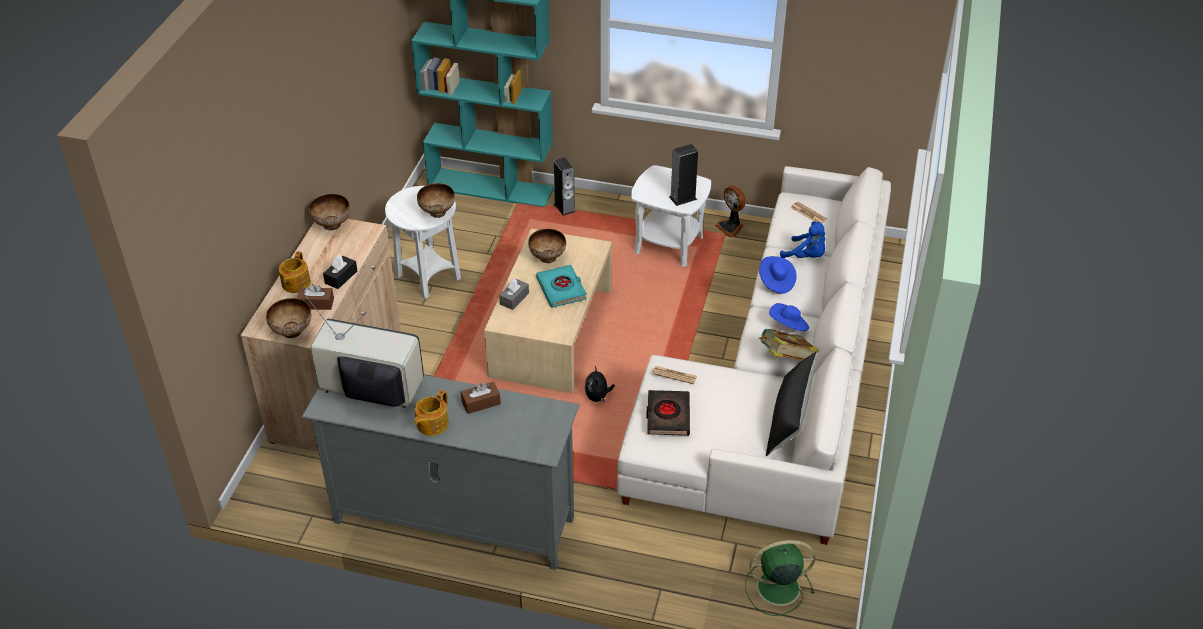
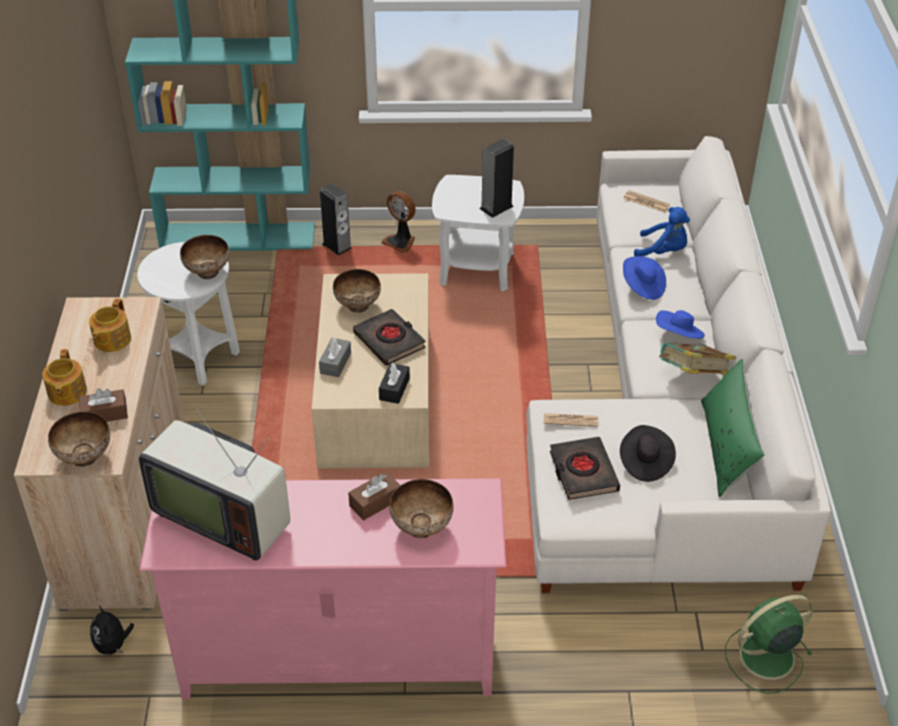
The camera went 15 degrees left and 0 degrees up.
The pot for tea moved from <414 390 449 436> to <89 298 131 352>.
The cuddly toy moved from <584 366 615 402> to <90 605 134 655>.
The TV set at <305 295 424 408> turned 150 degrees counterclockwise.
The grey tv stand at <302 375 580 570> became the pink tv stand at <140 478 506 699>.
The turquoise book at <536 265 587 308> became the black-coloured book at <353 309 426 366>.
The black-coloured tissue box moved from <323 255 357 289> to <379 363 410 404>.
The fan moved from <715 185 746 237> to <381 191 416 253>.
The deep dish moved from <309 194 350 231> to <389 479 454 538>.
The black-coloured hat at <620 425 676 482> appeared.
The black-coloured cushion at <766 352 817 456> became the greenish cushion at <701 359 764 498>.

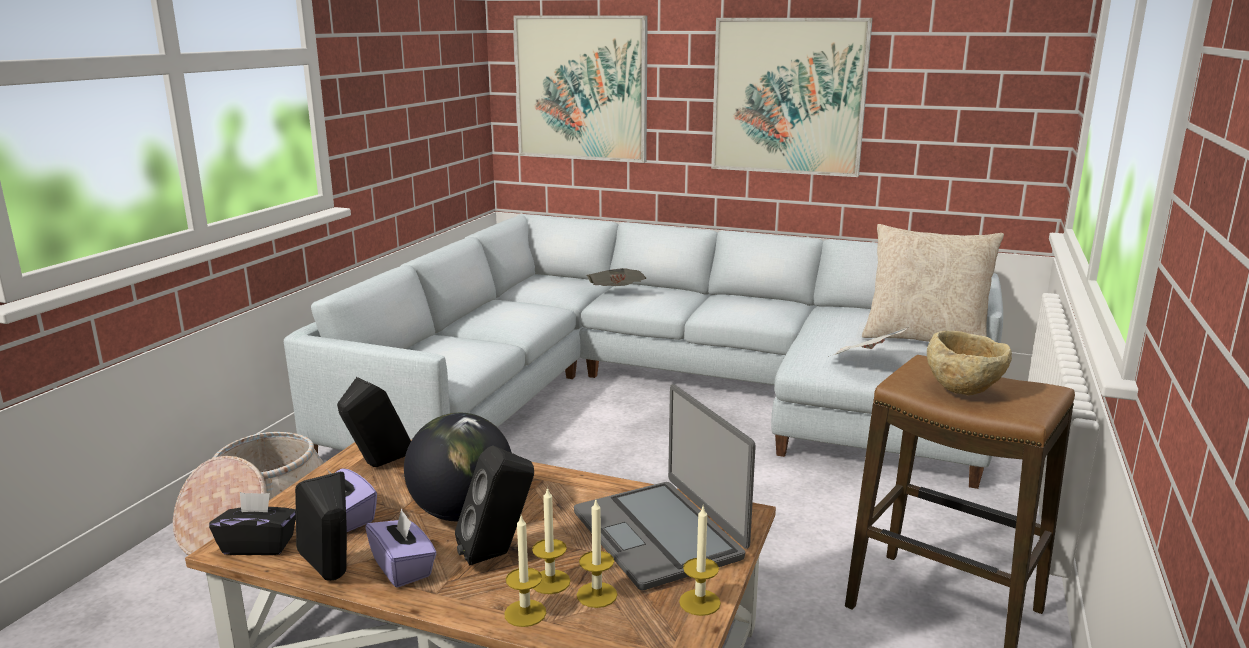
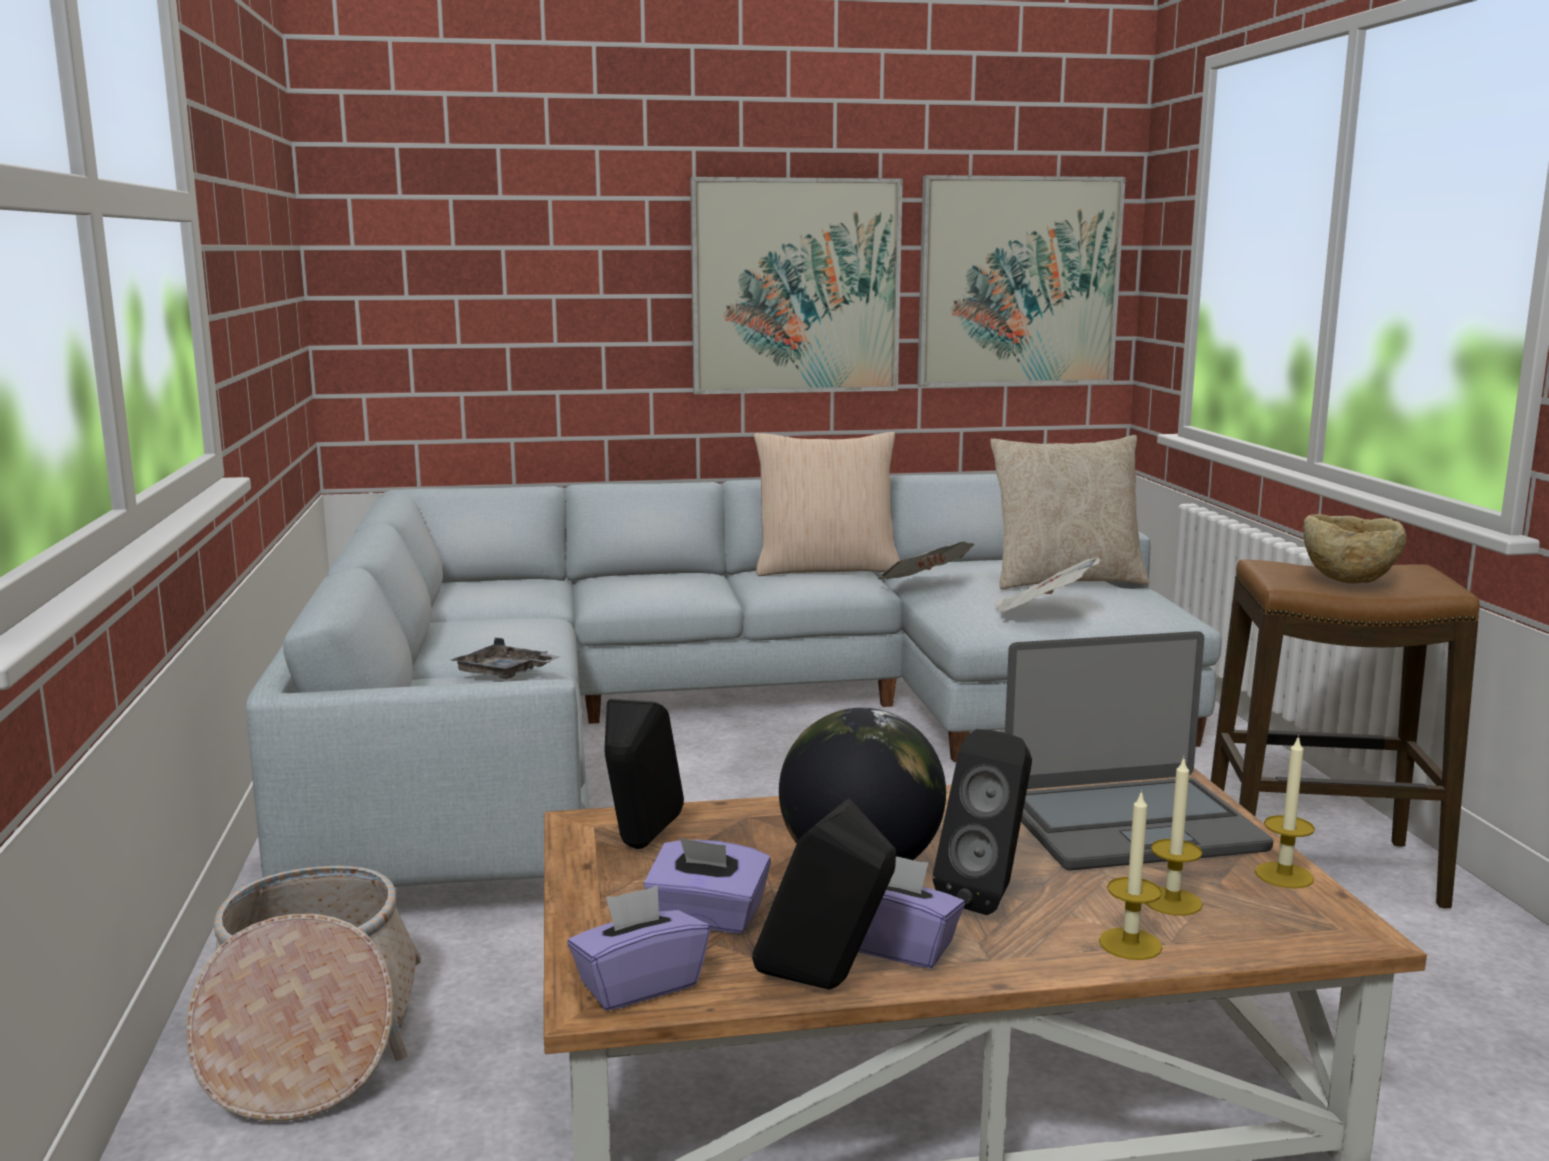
The camera went 30 degrees left and 5 degrees down.
The grey carrying tray at <451 638 560 679> appeared.
The black-coloured tissue box at <209 492 296 555> became the purple-coloured tissue box at <568 885 710 1011>.
The sand-coloured cushion at <754 432 900 576> appeared.
The daily paper moved from <586 268 646 286> to <878 542 974 579>.
The picture moved from <513 15 648 163> to <917 175 1126 387>.
The notebook computer at <574 384 756 590> turned 45 degrees counterclockwise.
The candle at <532 487 571 594> disappeared.

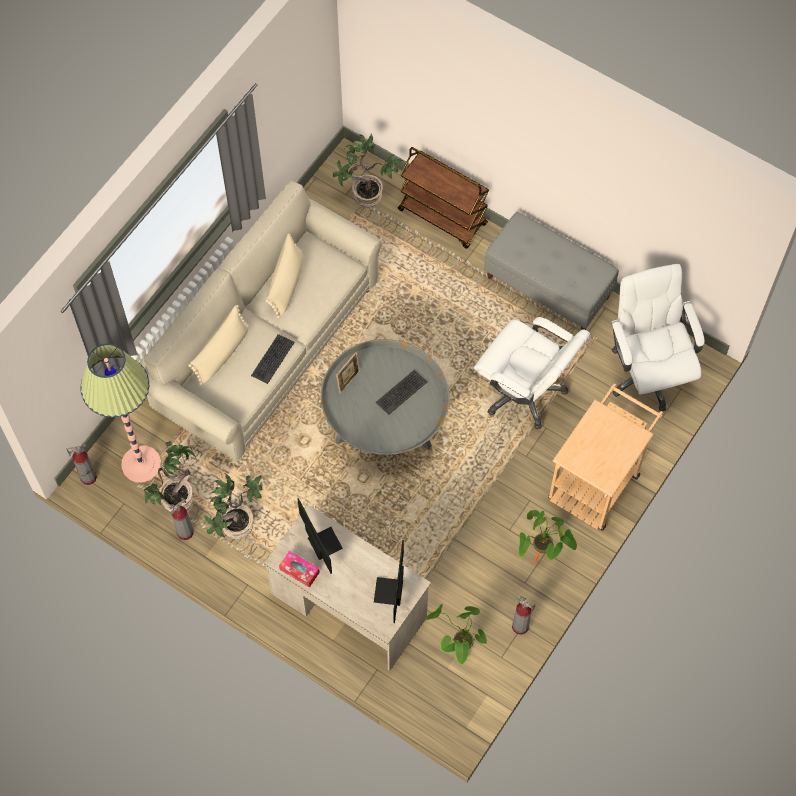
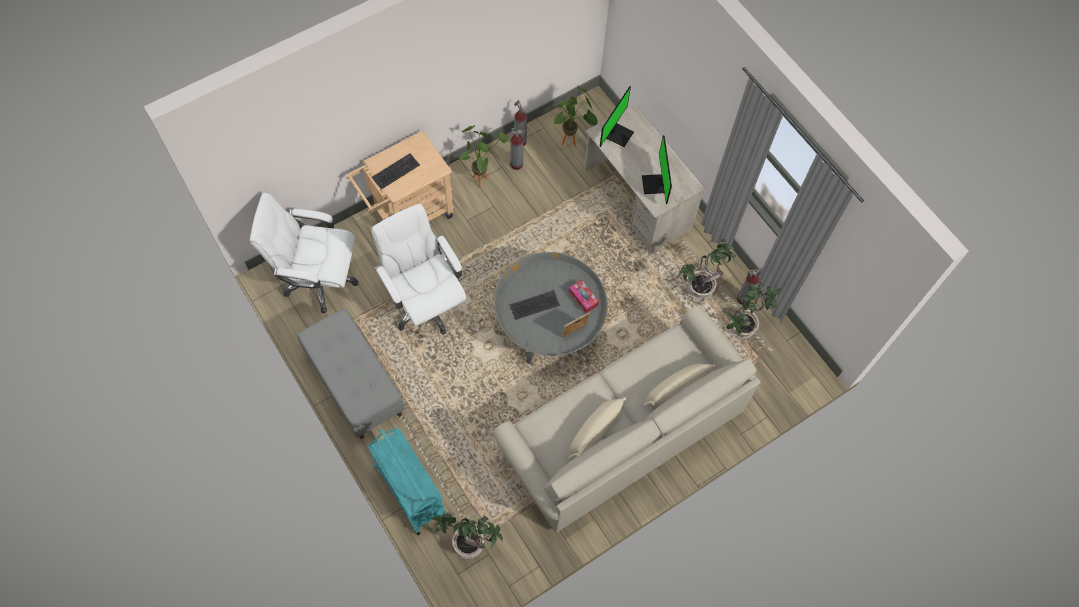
The camera went 160 degrees left and 0 degrees up.
The white computer chair at <611 264 705 411> turned 90 degrees clockwise.
The brownish cart at <398 147 489 249> became the turquoise cart at <368 428 446 535>.
The keyboard moved from <251 334 295 384> to <372 153 420 190>.
The fire extinguisher moved from <66 444 97 485> to <509 128 525 170>.
The tissue box moved from <279 551 320 588> to <569 279 599 313>.
The standard lamp at <81 344 161 483> disappeared.

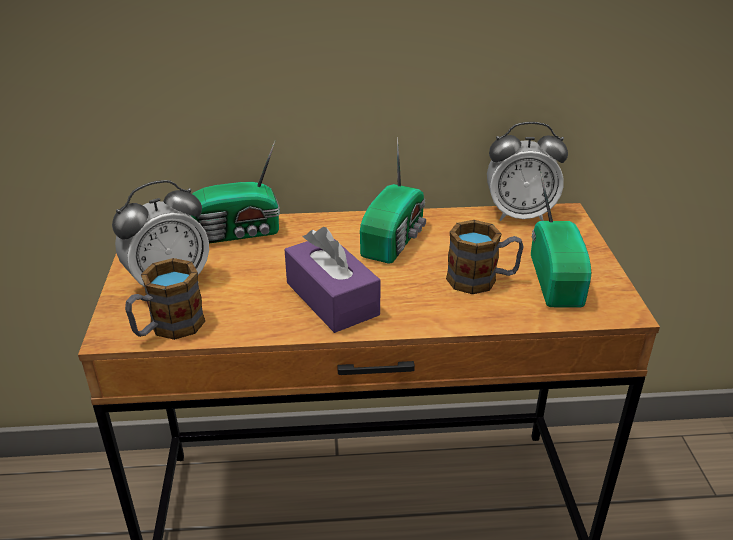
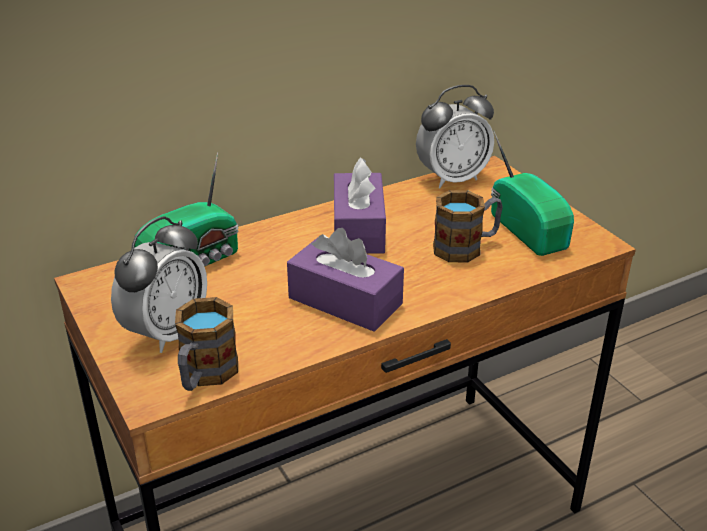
The camera went 25 degrees left and 0 degrees up.
The radio receiver at <360 137 426 264> was replaced by the purple-coloured tissue box at <334 158 386 254>.

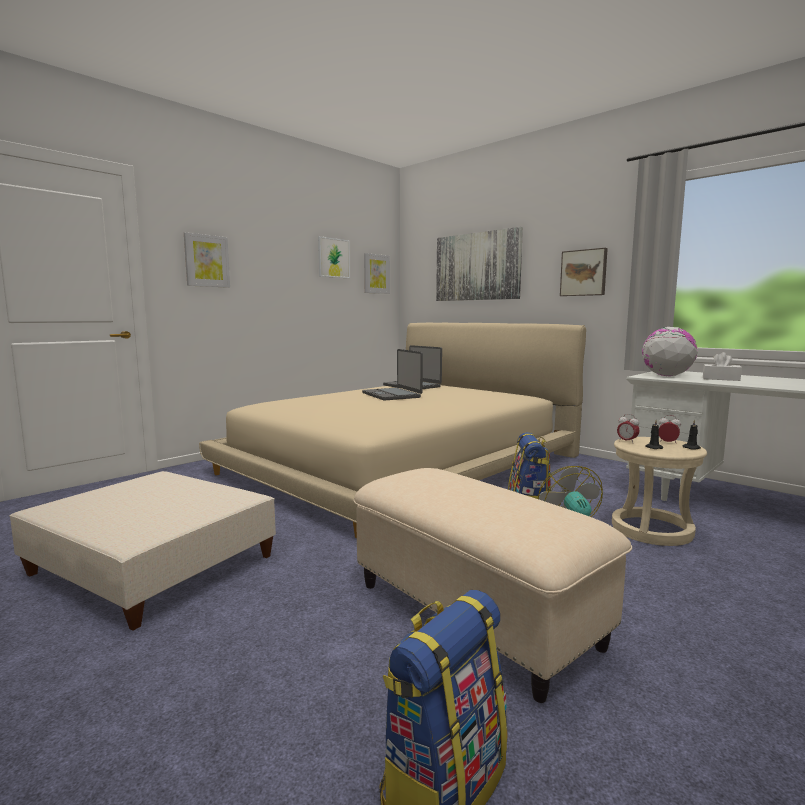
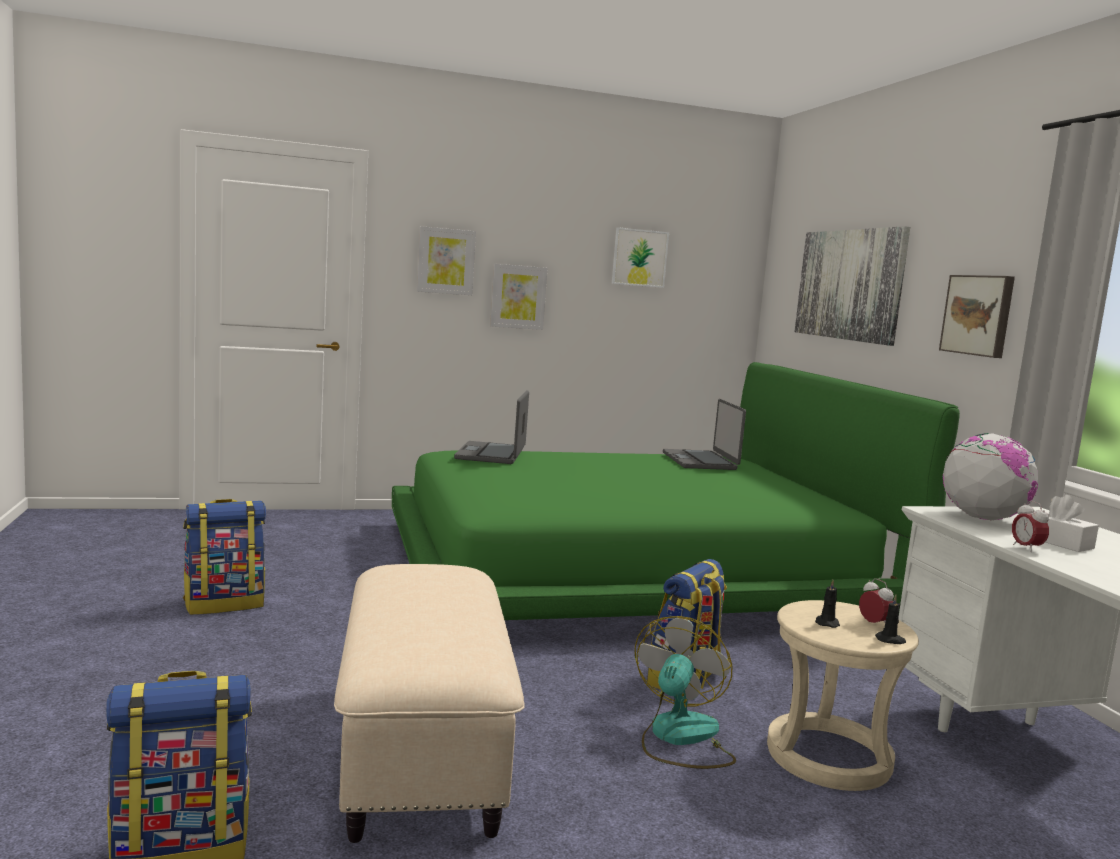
The camera went 30 degrees right and 0 degrees up.
The sand-coloured pouffe at <9 471 276 631> was replaced by the rucksack at <183 499 266 615>.
The sand-coloured sleeping bed at <199 323 586 538> became the greenish sleeping bed at <392 362 960 620>.
The notebook computer moved from <362 349 423 401> to <454 390 529 464>.
The picture moved from <364 253 390 294> to <490 264 548 330>.
The alarm clock moved from <617 414 640 442> to <1012 501 1049 553>.

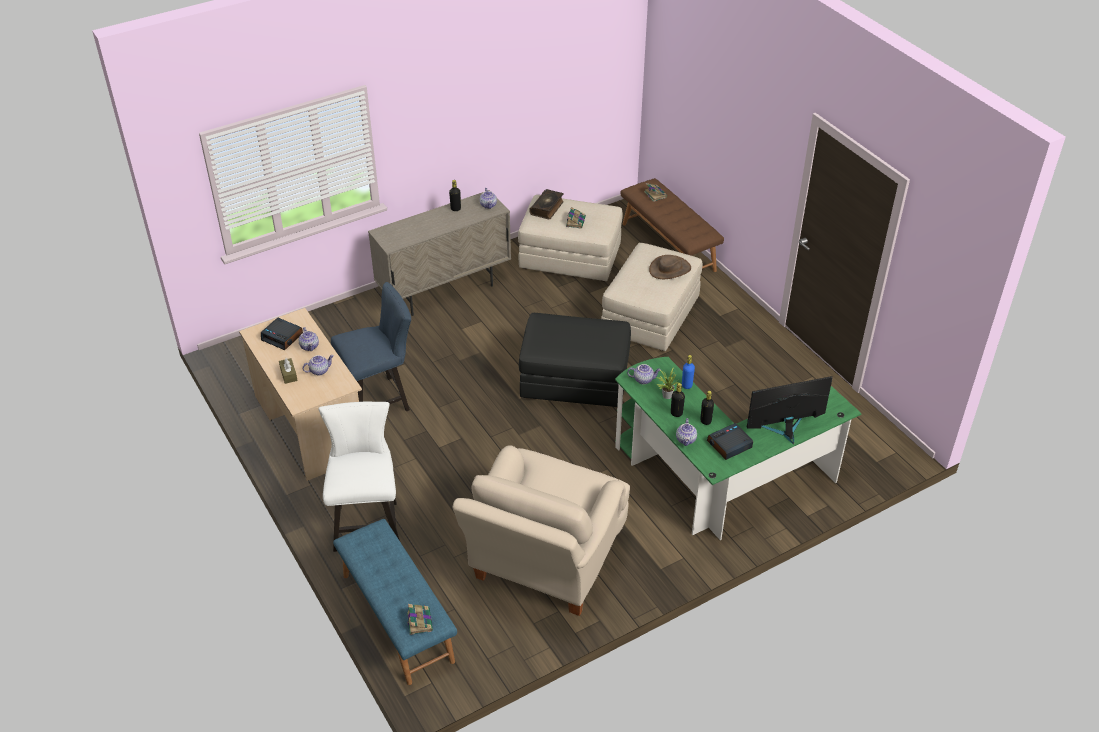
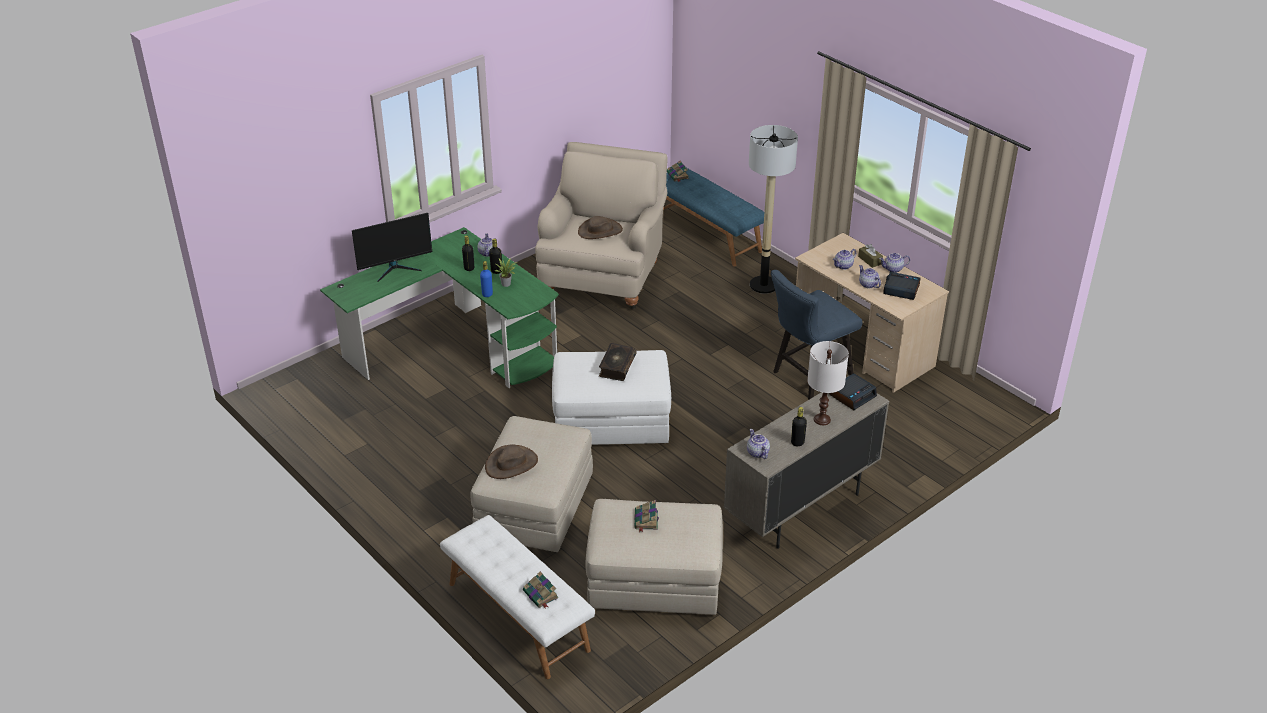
The camera went 170 degrees right and 5 degrees down.
The brownish long seat at <621 178 724 272> became the white long seat at <440 515 595 679>.
The black-coloured pouffe at <519 313 631 407> became the white pouffe at <552 350 671 445>.
The brownish hat at <578 216 623 239> appeared.
The book moved from <529 189 564 219> to <599 343 636 381>.
The white chair at <318 402 400 552> was replaced by the standard lamp at <749 125 798 294>.
The white table lamp at <807 341 849 425> appeared.
The alarm clock moved from <707 423 753 460> to <829 373 877 410>.
The pot for tea moved from <627 364 661 384> to <879 253 910 273>.

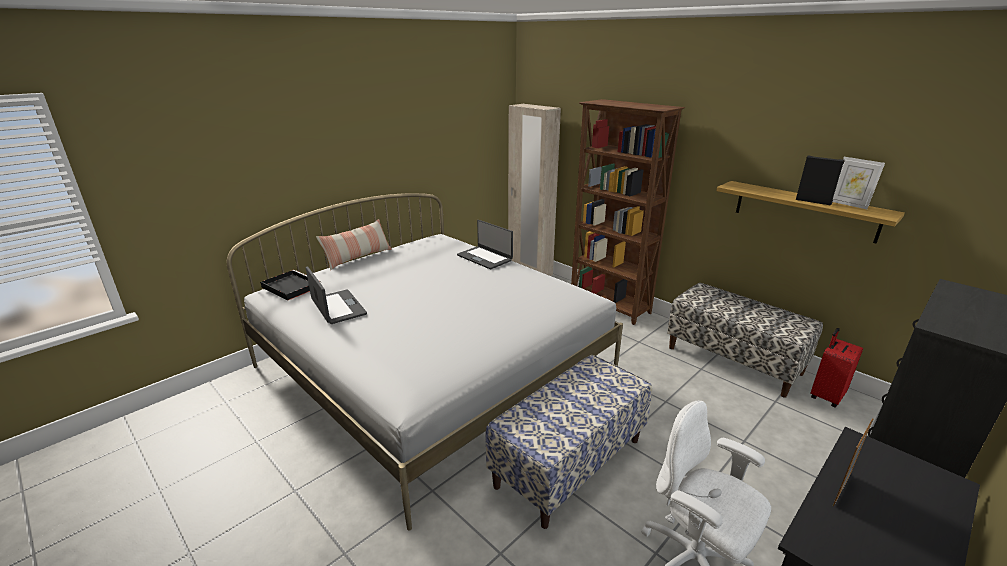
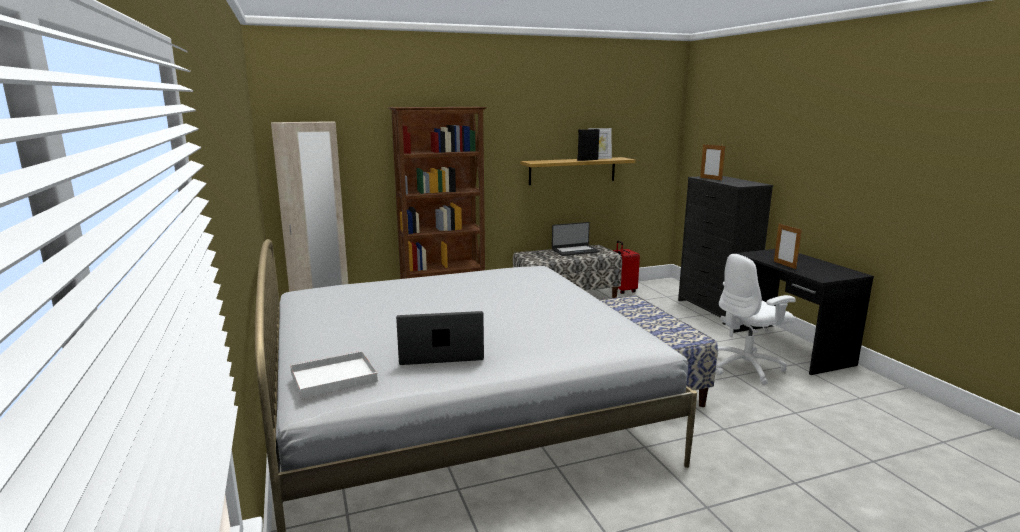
The camera went 65 degrees left and 10 degrees down.
The black-coloured carrying tray at <260 270 321 301> became the white carrying tray at <290 351 378 399>.
The notebook computer moved from <457 220 513 269> to <552 222 600 256>.
The standing frame at <700 144 725 180> appeared.
The cushion at <316 219 392 270> disappeared.

